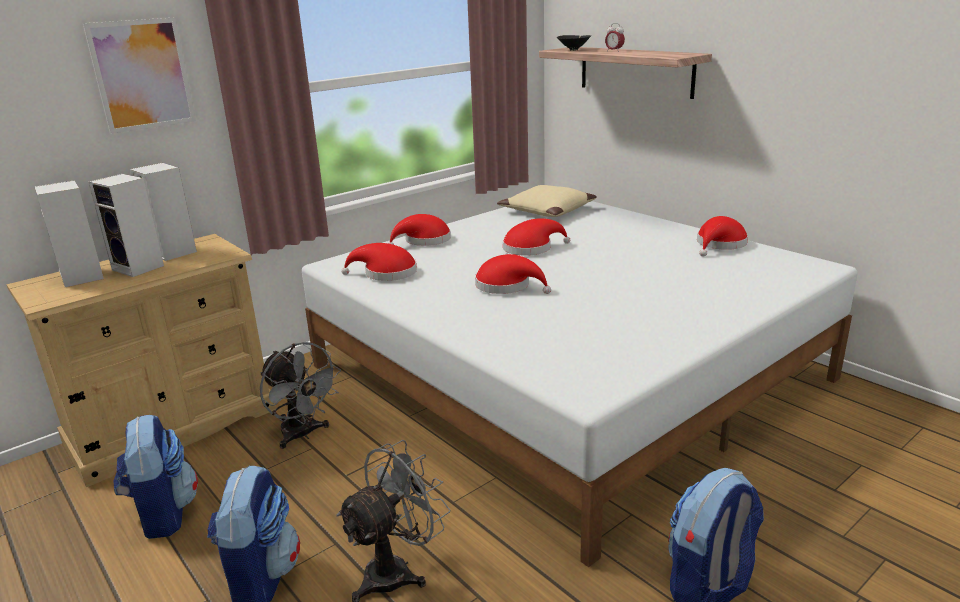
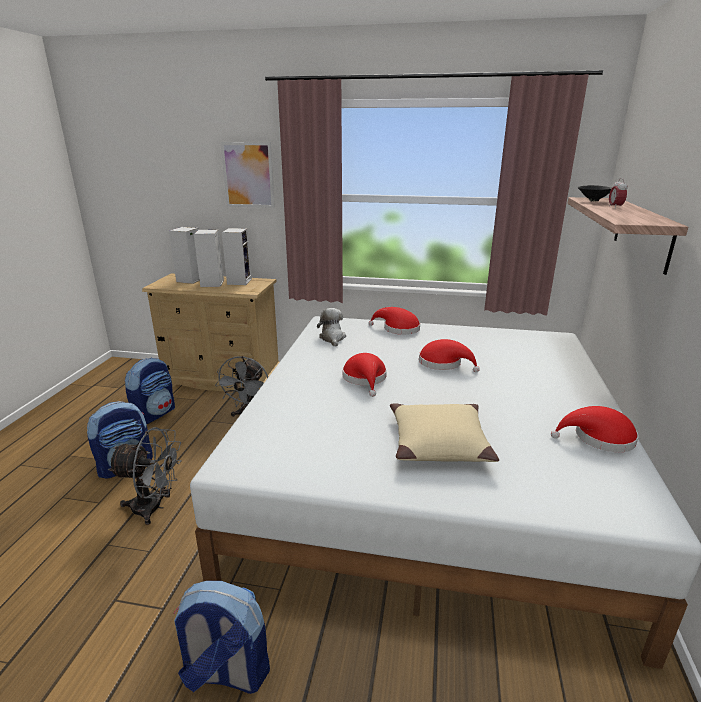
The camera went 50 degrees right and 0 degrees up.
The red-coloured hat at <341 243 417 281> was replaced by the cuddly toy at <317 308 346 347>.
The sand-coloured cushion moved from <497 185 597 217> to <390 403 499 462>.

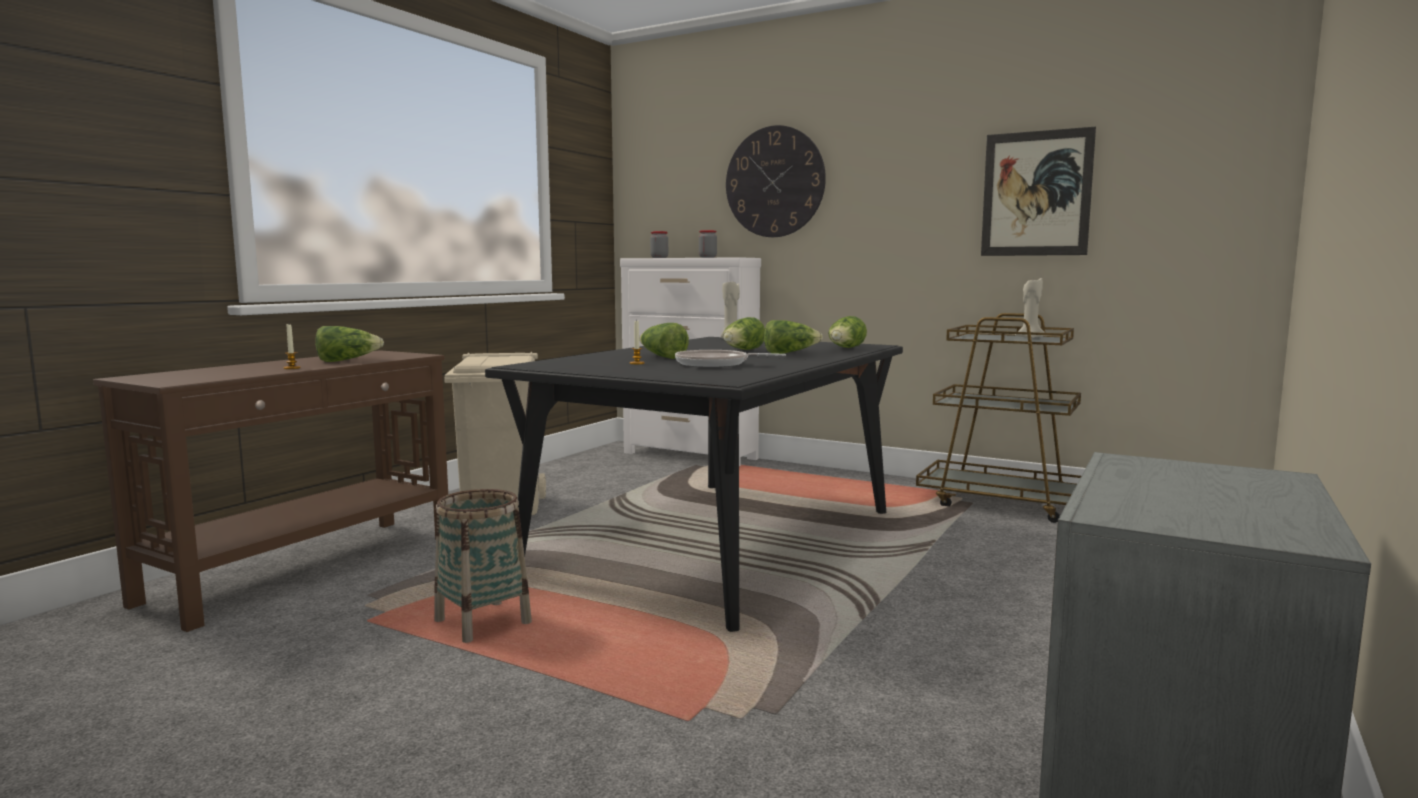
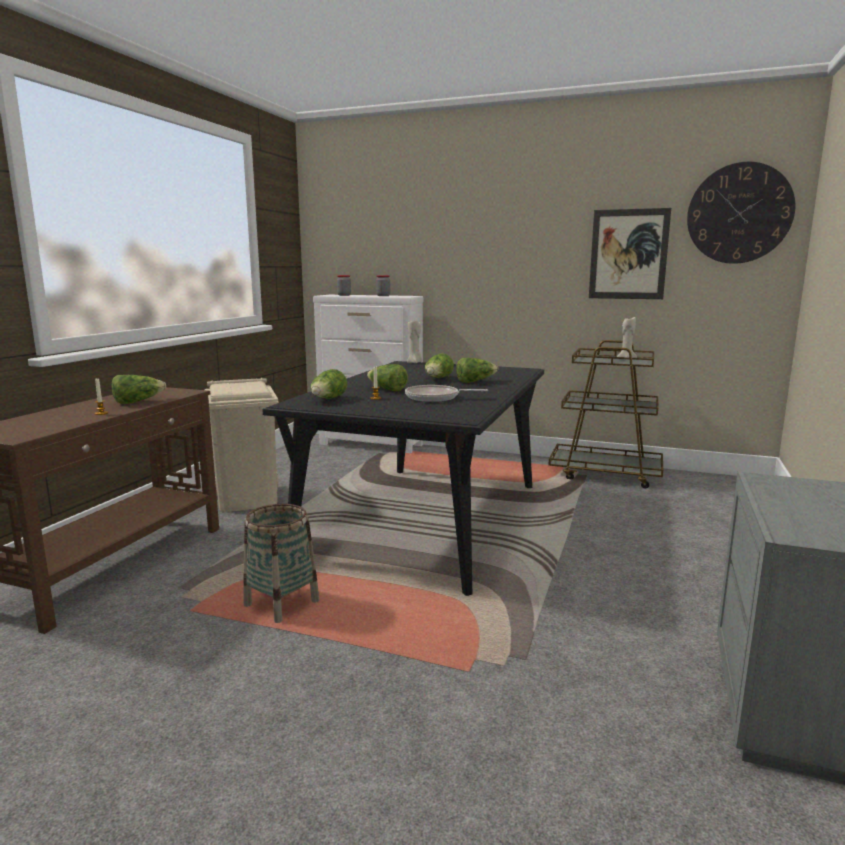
The camera went 10 degrees left and 5 degrees up.
The head of lettuce moved from <828 316 867 348> to <311 369 347 399>.
The clock on the wall moved from <726 125 826 237> to <687 162 795 264>.

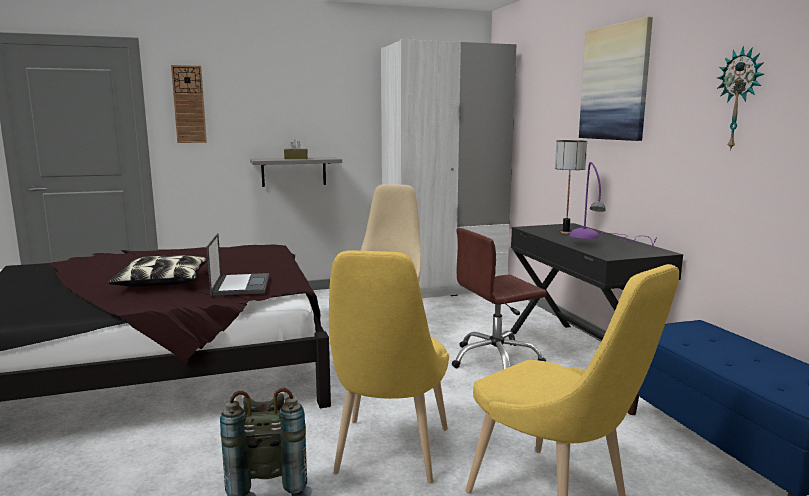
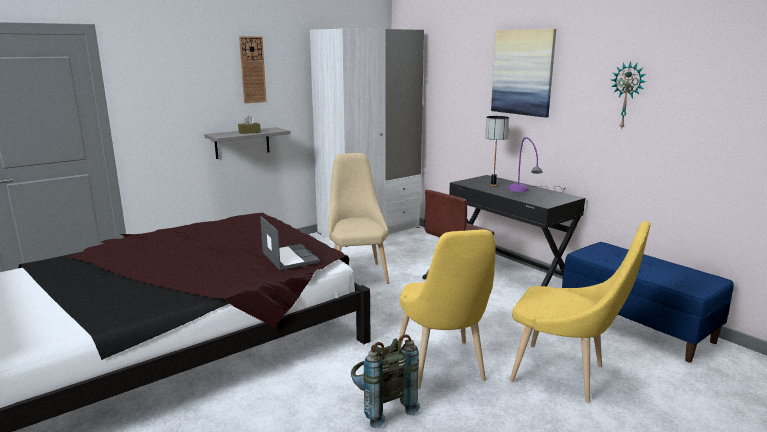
The camera went 20 degrees left and 5 degrees up.
The clock on the wall moved from <171 65 207 143> to <239 36 267 103>.
The cushion at <109 255 207 287> disappeared.

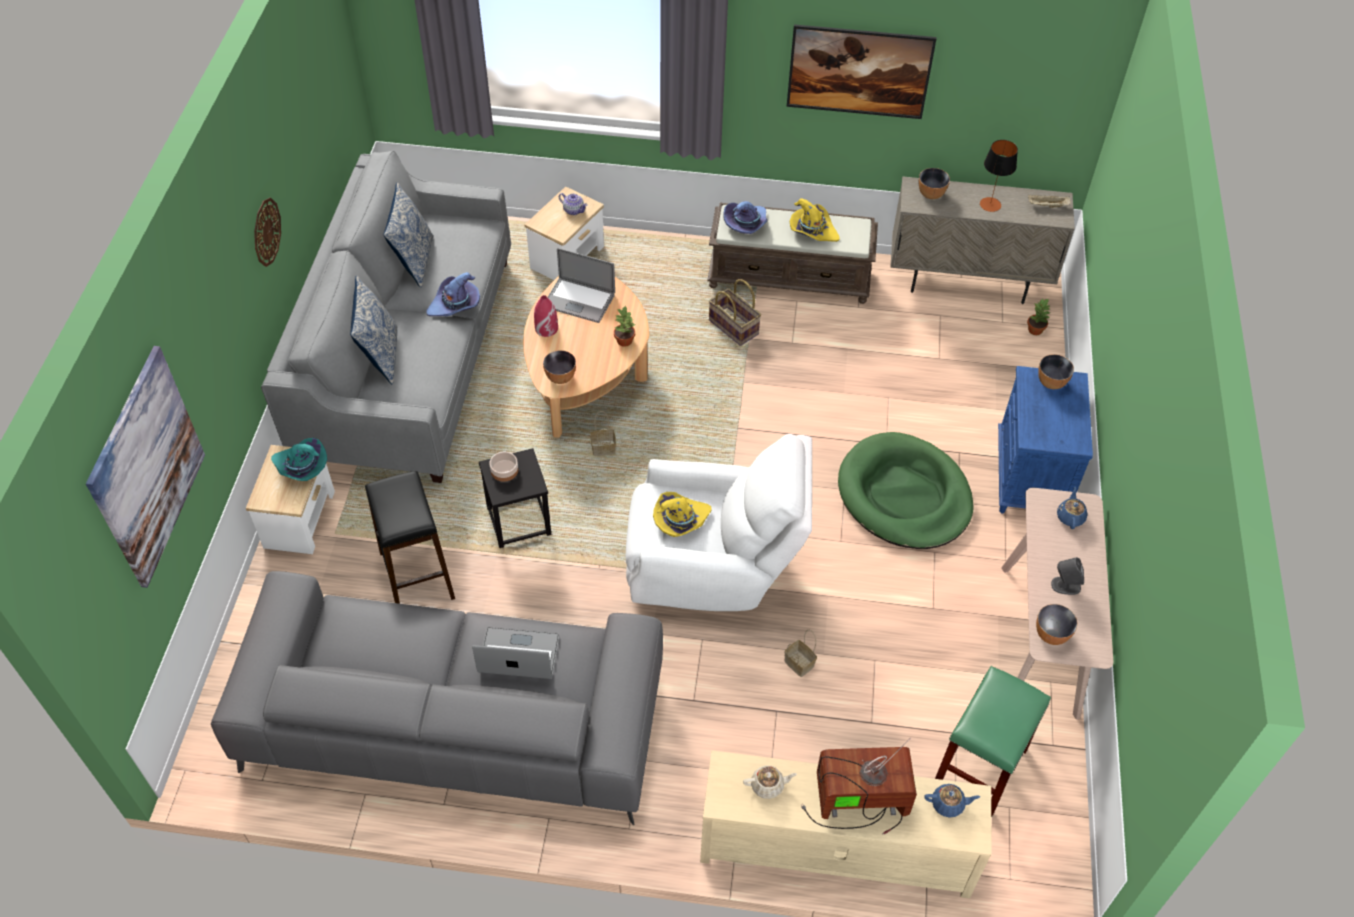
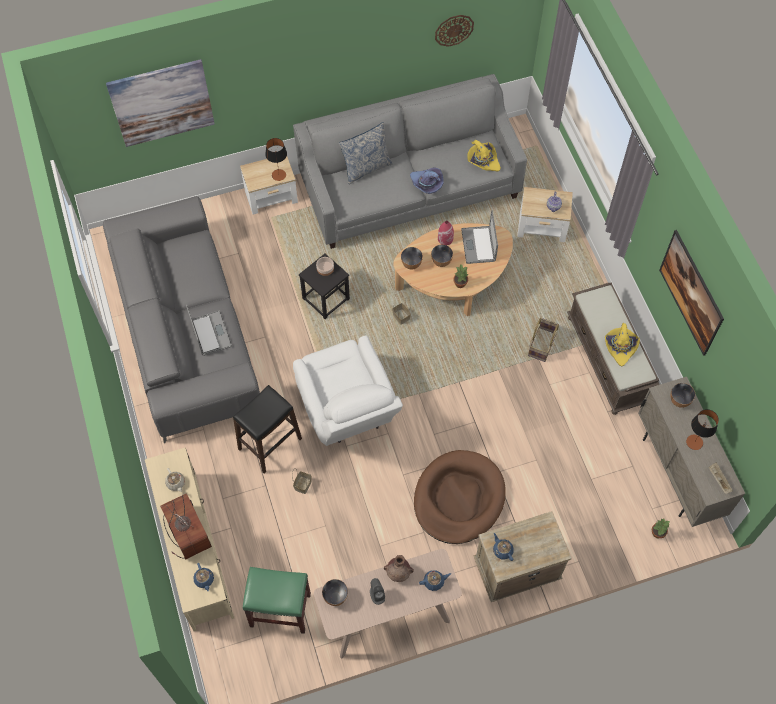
The camera went 65 degrees right and 10 degrees up.
The black-coloured sitting stool moved from <365 471 455 604> to <233 385 302 473>.
The turquoise hat at <271 438 327 481> was replaced by the table lamp at <265 138 287 181>.
The brownish vase at <384 555 414 582> appeared.
The greenish dog bed at <838 432 974 549> became the brownish dog bed at <414 450 506 544>.
The deep dish moved from <1038 354 1074 389> to <431 245 453 267>.
The clock on the wall moved from <254 198 281 267> to <435 15 474 47>.
The yellowish hat moved from <653 492 712 537> to <467 140 501 171>.
The bluish bedside table at <998 366 1093 513> became the sand-coloured bedside table at <473 511 572 602>.
The bluish pot for tea at <493 533 514 561> appeared.
The cushion at <383 182 434 288> disappeared.
The purple-coloured hat at <723 201 767 234> disappeared.

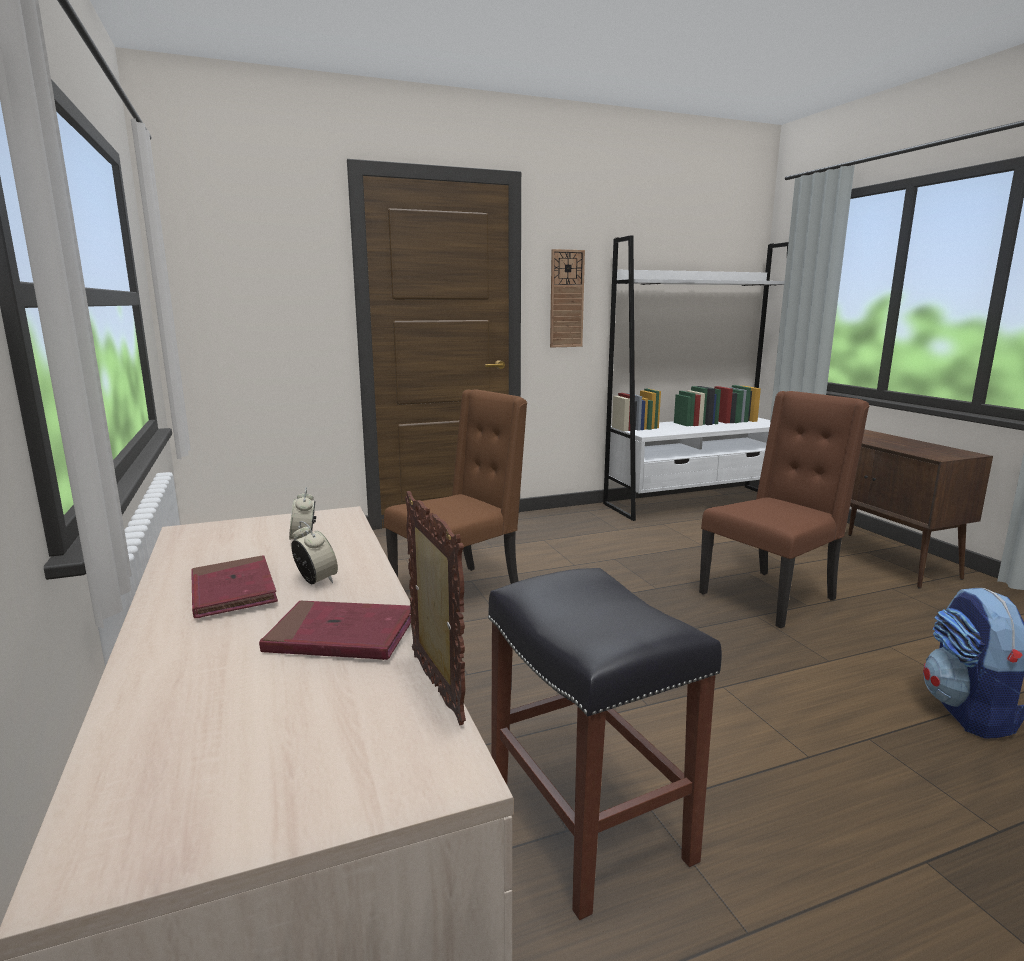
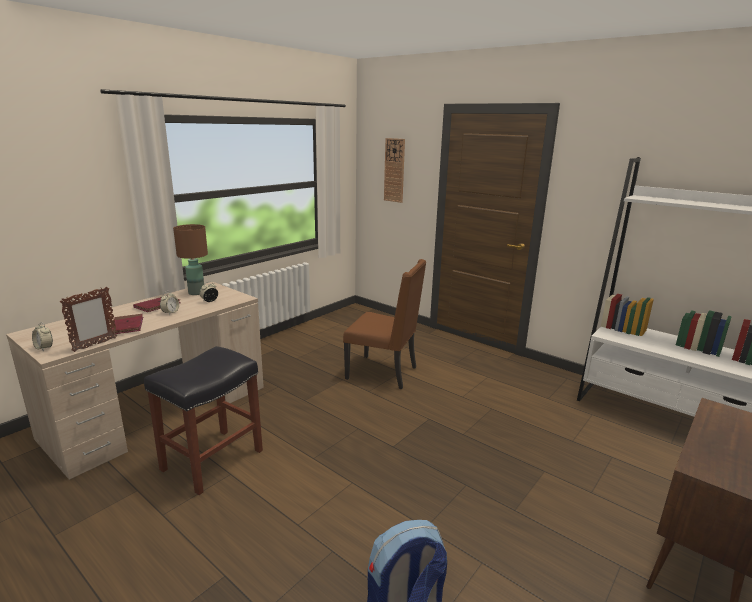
The camera went 60 degrees right and 5 degrees up.
The alarm clock at <32 322 53 351> appeared.
The brownish table lamp at <173 224 208 295> appeared.
The clock on the wall moved from <550 249 585 348> to <384 138 405 203>.
The brownish chair at <699 391 869 628> disappeared.

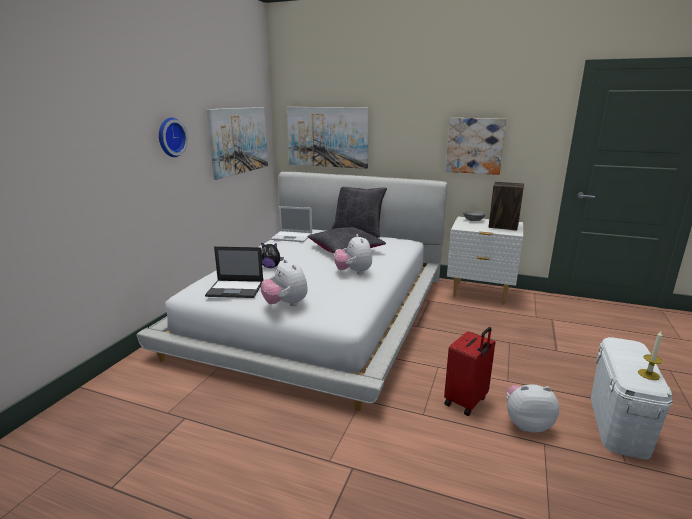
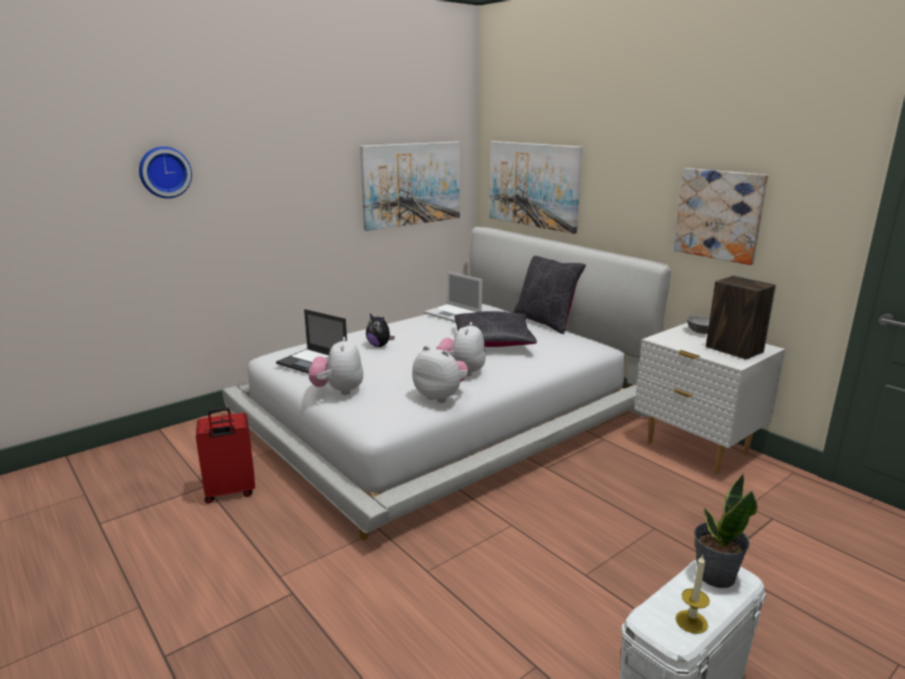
The camera went 30 degrees right and 0 degrees up.
The clock on the wall moved from <159 118 188 157> to <139 146 192 198>.
The red-coloured piece of luggage moved from <444 327 495 416> to <196 407 255 504>.
The cuddly toy moved from <507 384 559 432> to <412 346 469 403>.
The houseplant at <694 474 758 588> appeared.

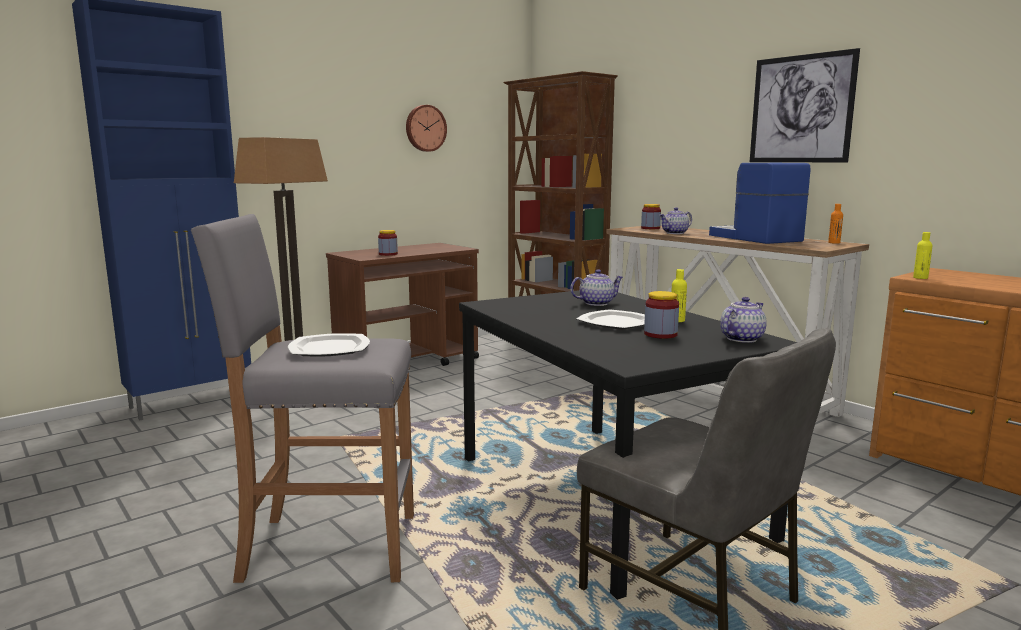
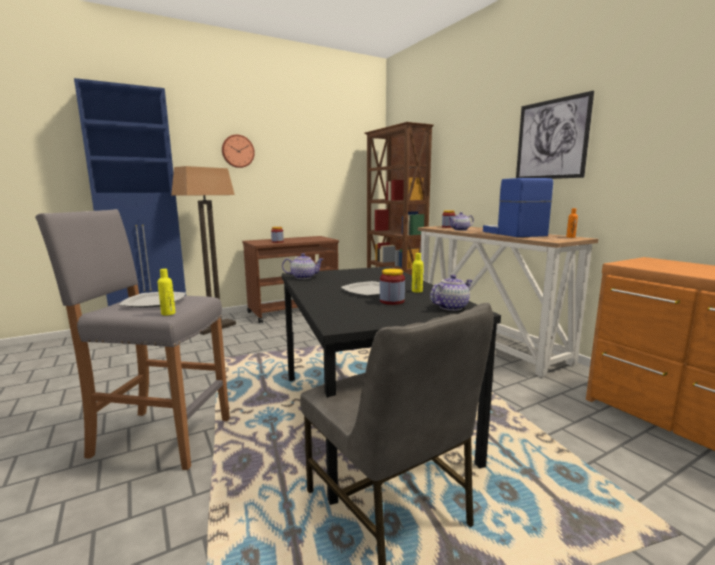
The camera went 10 degrees right and 0 degrees up.
The yellowish bottle moved from <913 232 933 279> to <158 269 175 316>.
The clock on the wall moved from <406 105 447 152> to <222 134 255 168>.
The pot for tea moved from <570 269 623 306> to <282 253 324 279>.

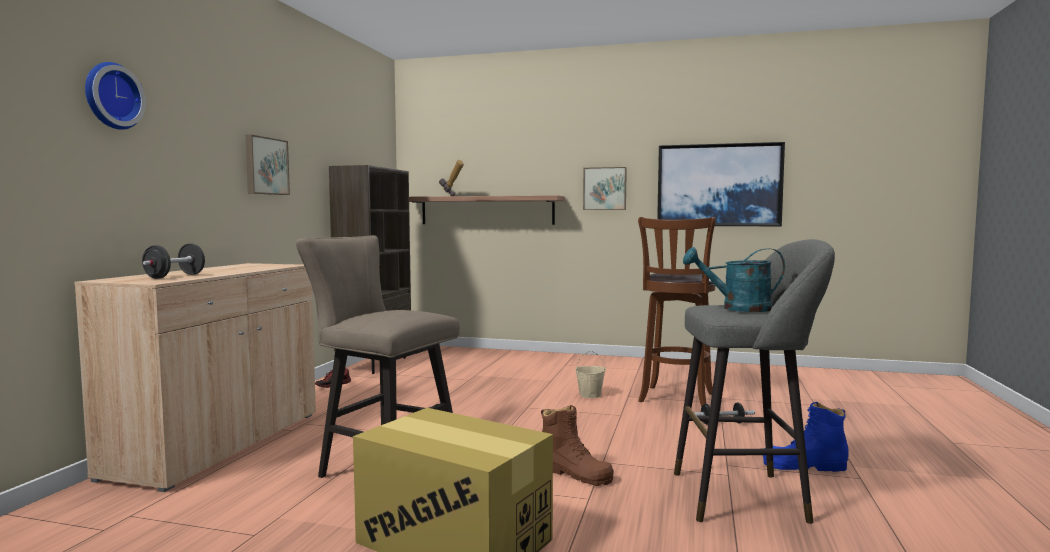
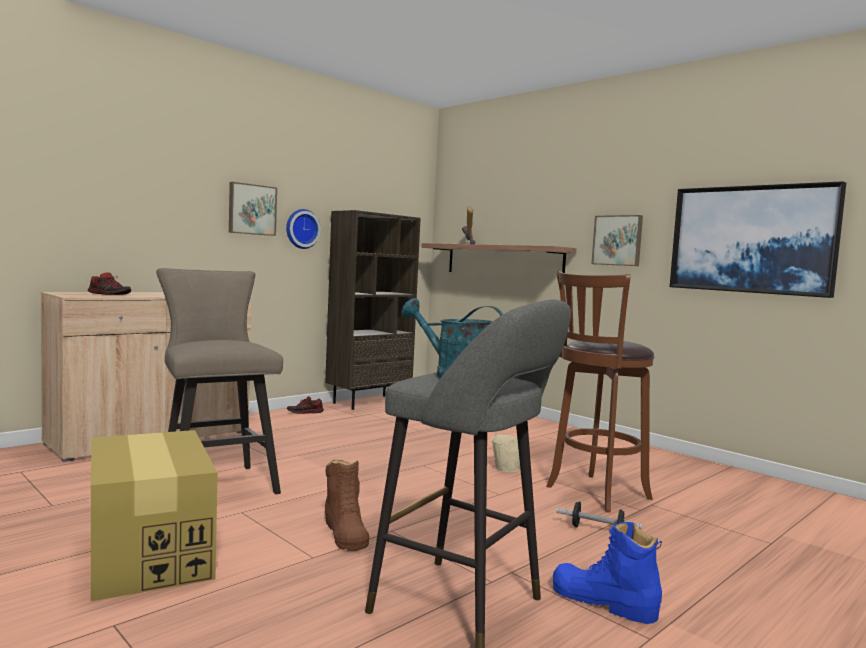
The camera went 30 degrees right and 0 degrees up.
The black-coloured free weight at <142 244 205 279> was replaced by the low shoe at <88 272 131 295>.
The clock on the wall moved from <85 62 146 130> to <286 209 321 249>.

